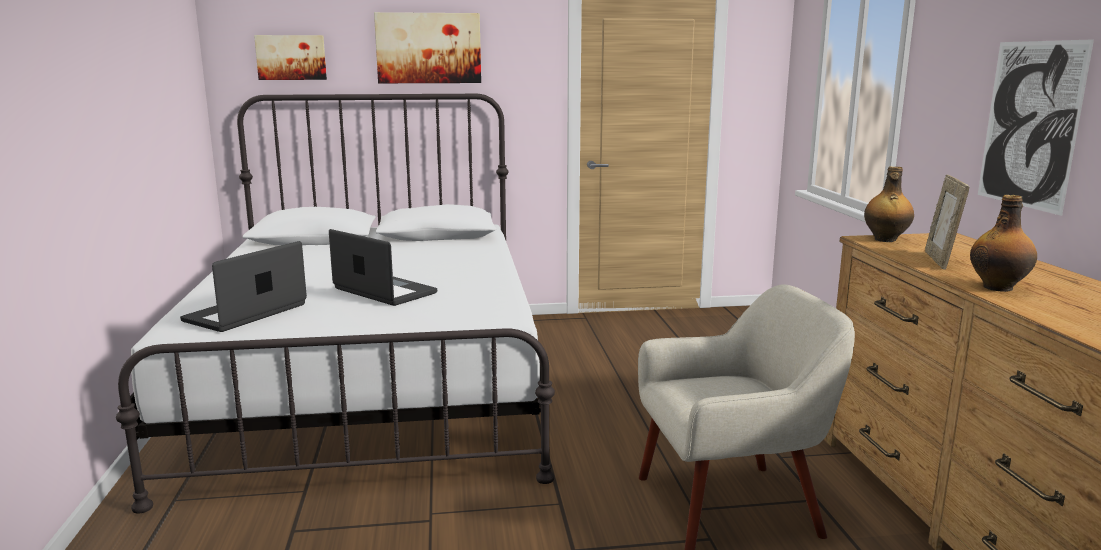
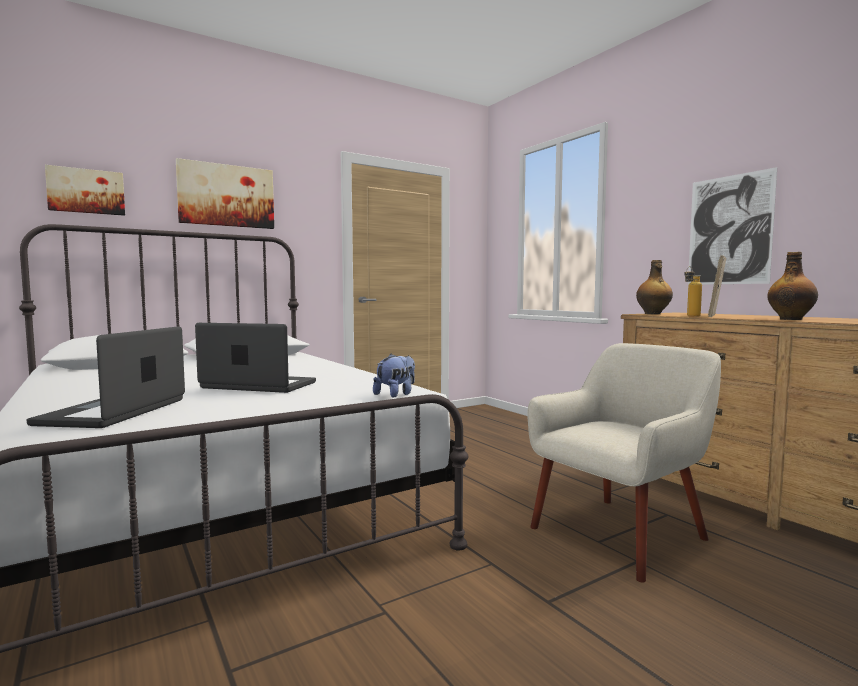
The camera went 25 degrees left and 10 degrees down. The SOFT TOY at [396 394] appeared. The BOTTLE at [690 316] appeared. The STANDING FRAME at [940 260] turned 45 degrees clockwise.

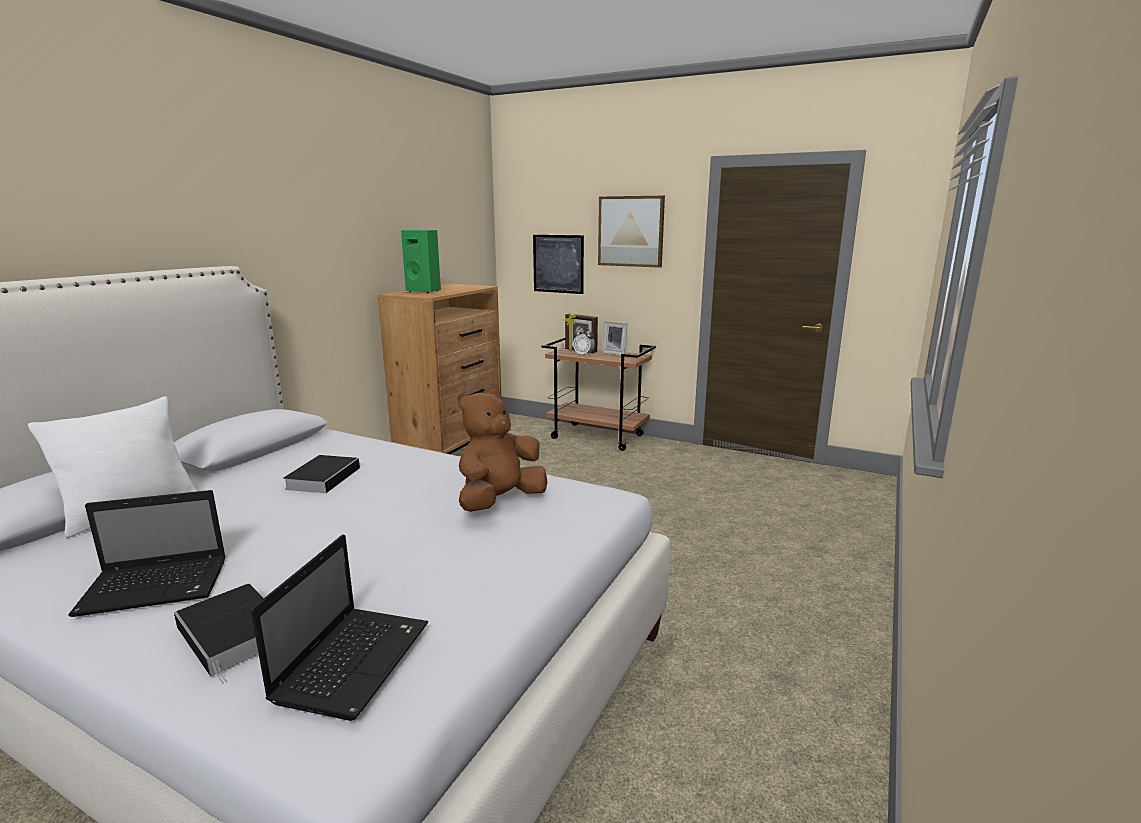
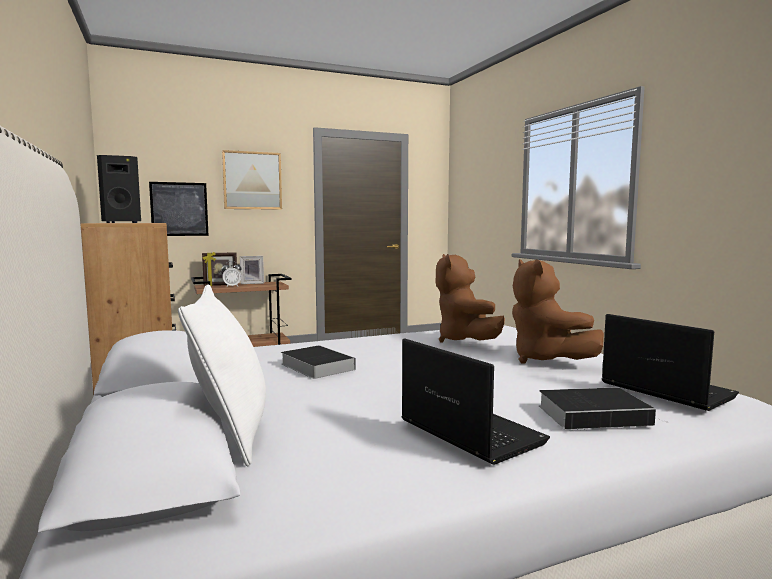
The camera went 50 degrees left and 10 degrees down. The BROWNISH SOFT TOY at [545 360] appeared. The GREEN SPEAKER at [424 291] became the BLACK SPEAKER at [122 222]. The PORTABLE COMPUTER at [158 586] turned 60 degrees counterclockwise.

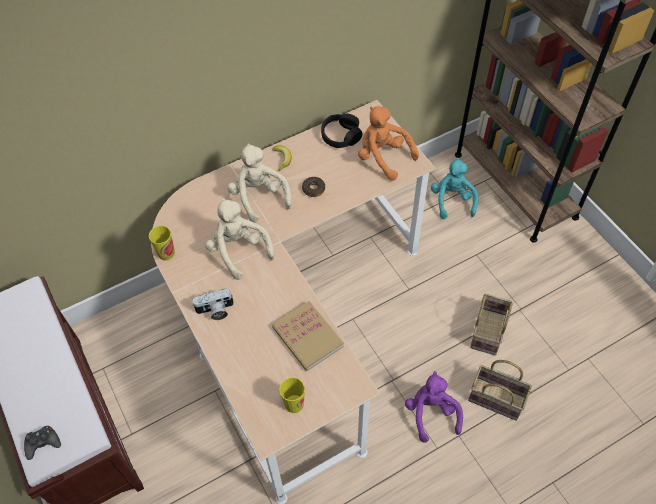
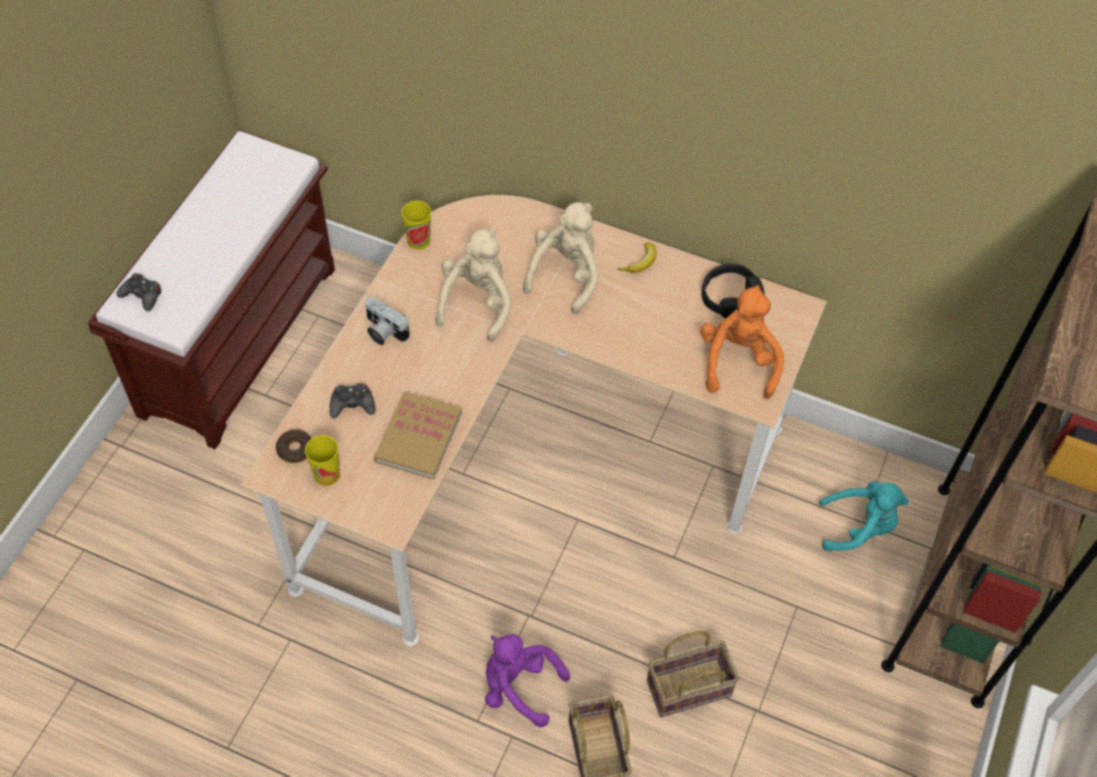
The camera went 50 degrees right and 0 degrees up. The BLACK GAMEPAD at [352 404] appeared. The DOUGHNUT moved from [313 189] to [295 449]. The PURPLE-COLOURED SOFT TOY at [431 413] turned 105 degrees counterclockwise. The TURQUOISE SOFT TOY at [452 200] turned 45 degrees clockwise.

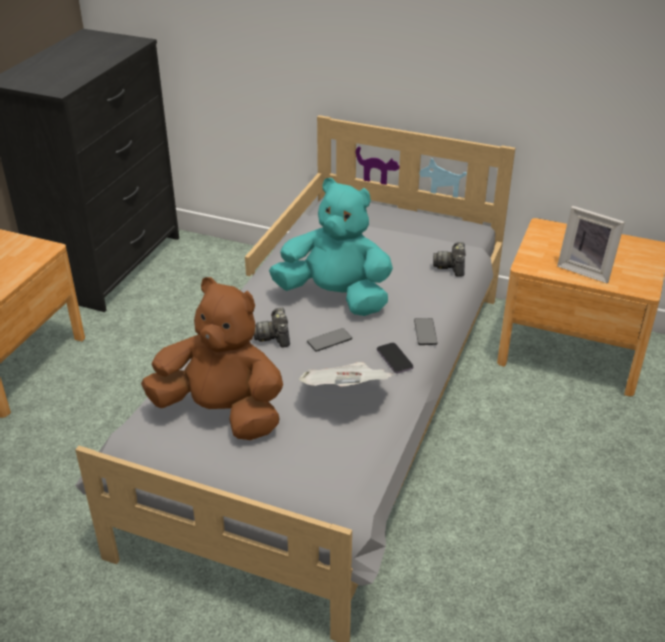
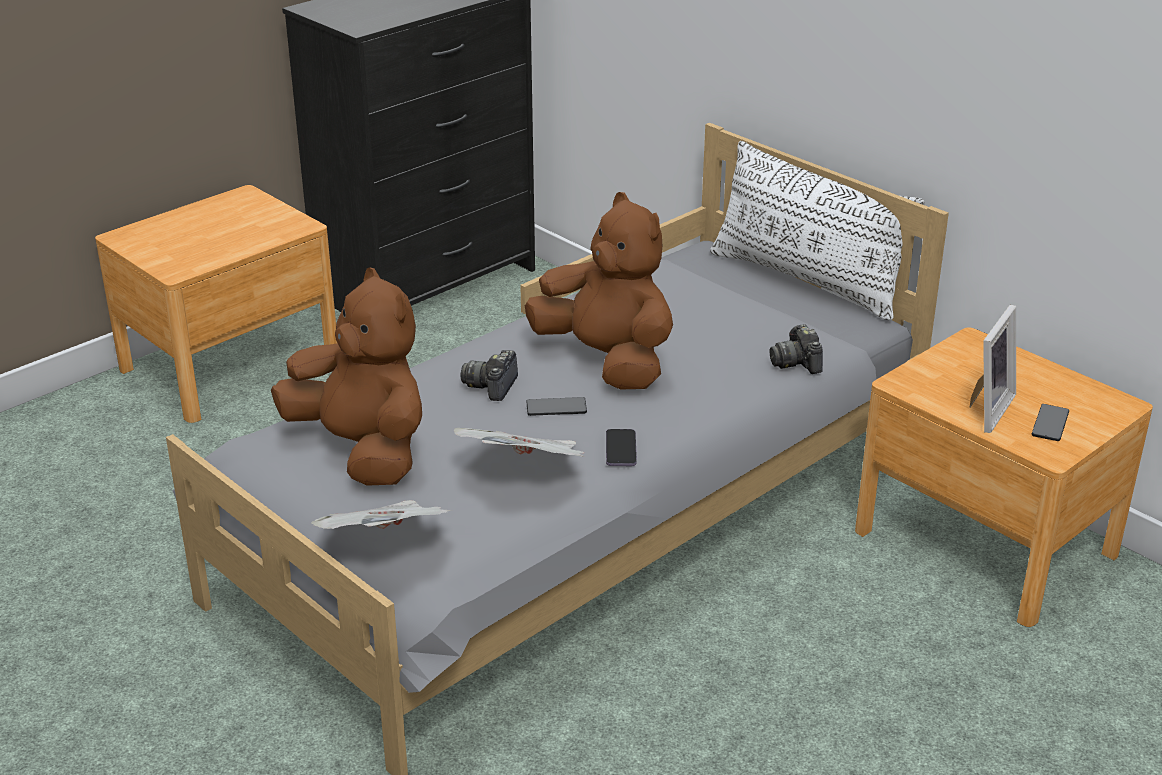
The camera went 25 degrees right and 5 degrees down. The DAILY PAPER at [386 544] appeared. The WHITE-COLOURED CUSHION at [806 281] appeared. The HANDSET moved from [425 332] to [1050 424]. The TURQUOISE SOFT TOY at [335 297] became the BROWNISH SOFT TOY at [607 361]. The STILL CAMERA at [451 267] turned 45 degrees counterclockwise. The STANDING FRAME at [586 270] turned 120 degrees counterclockwise.

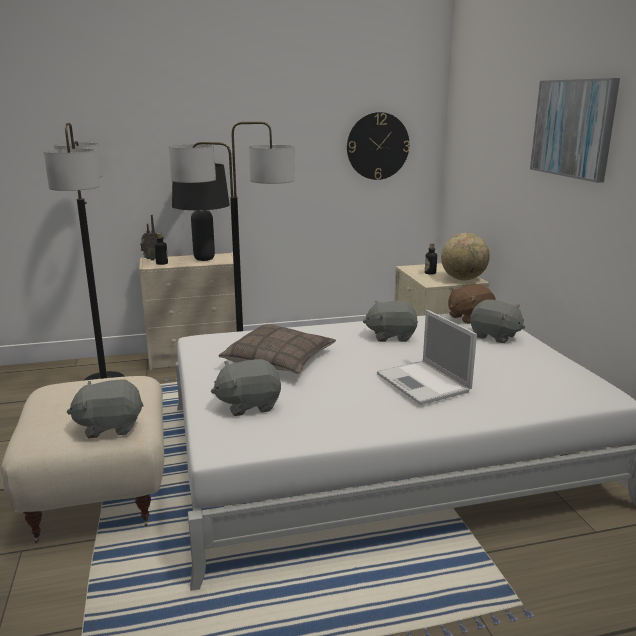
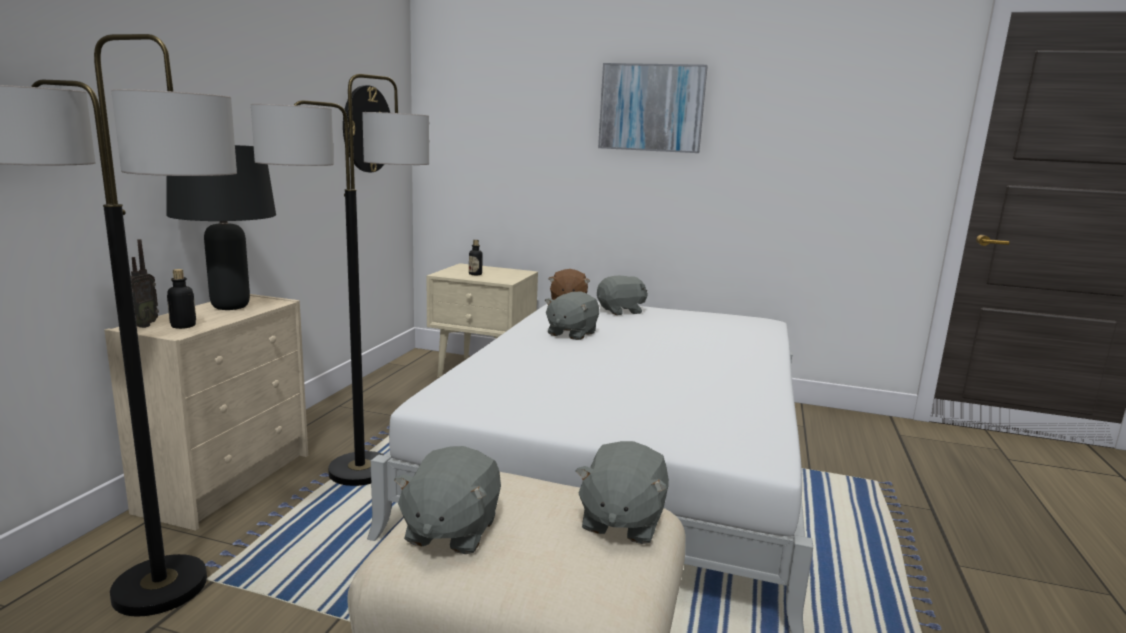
The camera went 60 degrees left and 5 degrees down. The CUSHION at [279 360] disappeared. The PORTABLE COMPUTER at [424 383] disappeared. The WORLD GLOBE at [463 279] disappeared. The GREYISH SOFT TOY moved from [248 405] to [450 530].

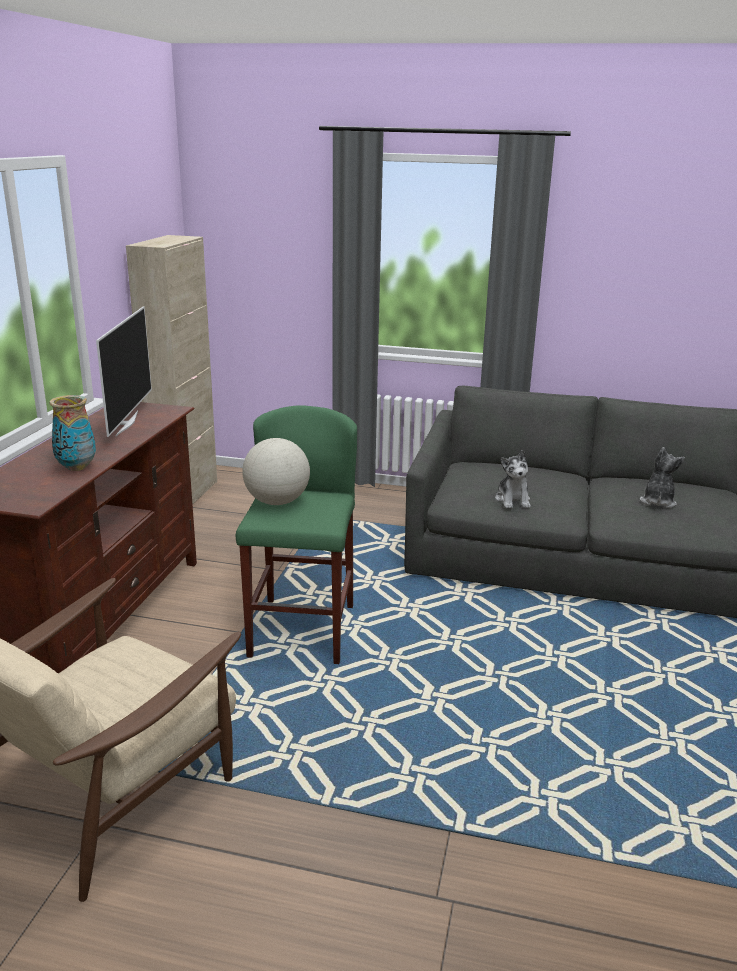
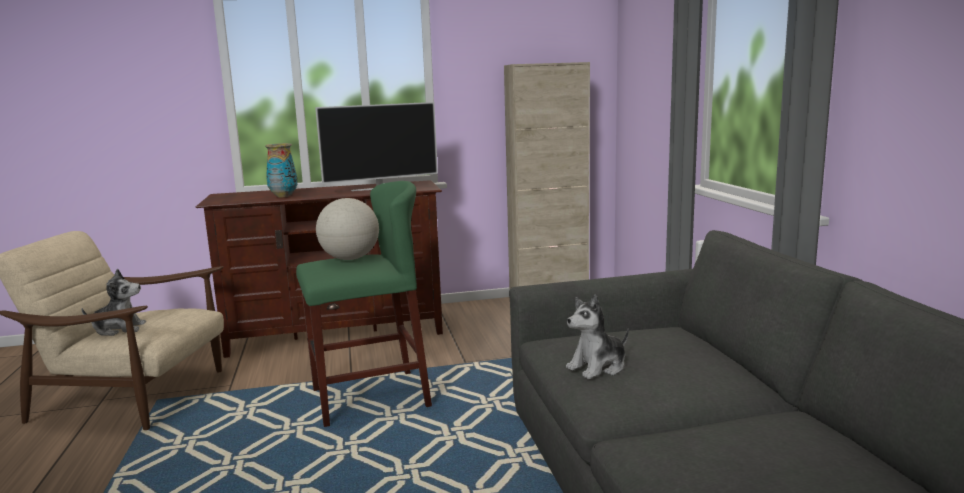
The camera went 65 degrees right and 10 degrees down. The SOFT TOY moved from [657 501] to [119 329].

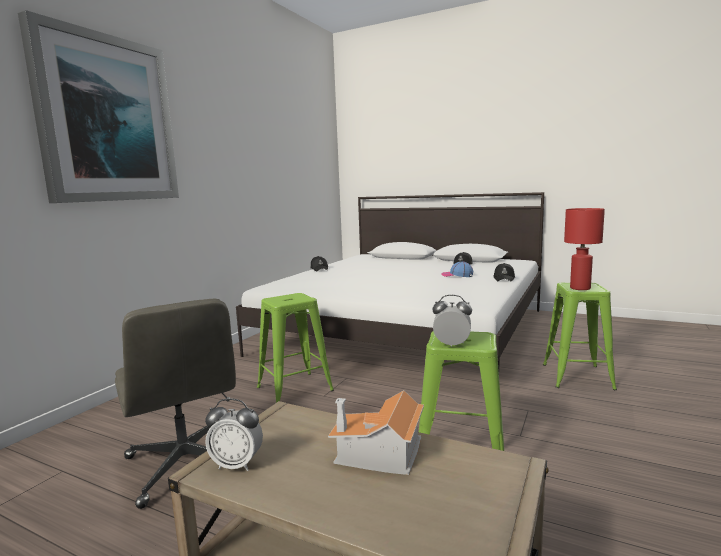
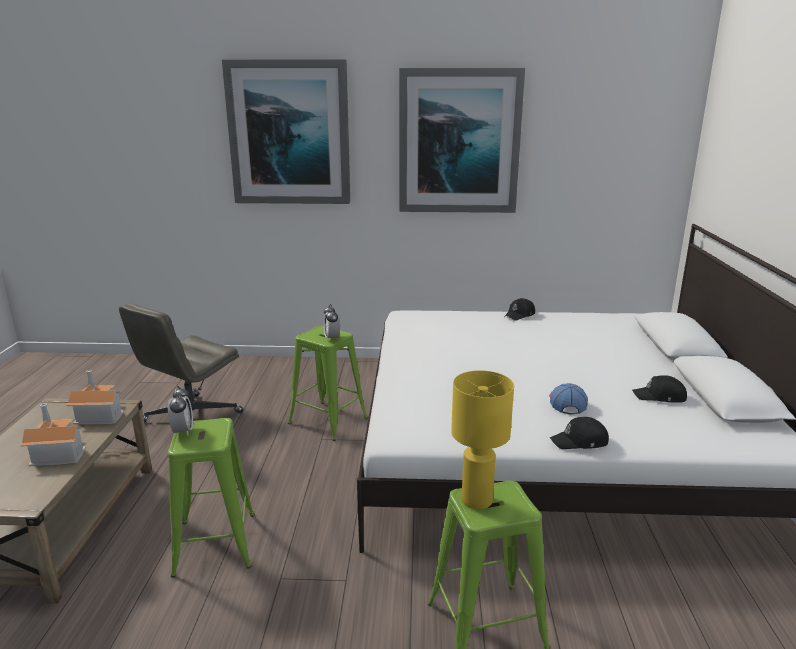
The camera went 65 degrees right and 10 degrees up. The MINIATURE HOUSE at [98 413] appeared. The WALL PICTURE at [459 142] appeared. The BEDSIDE CLOCK moved from [237 465] to [332 338]. The RED-COLOURED TABLE LAMP at [580 288] became the YELLOW TABLE LAMP at [476 500].

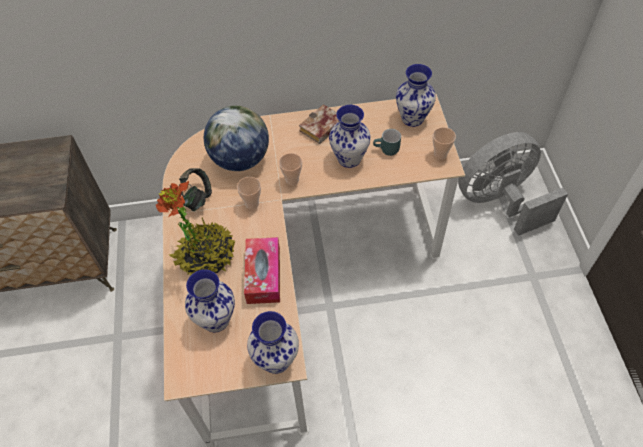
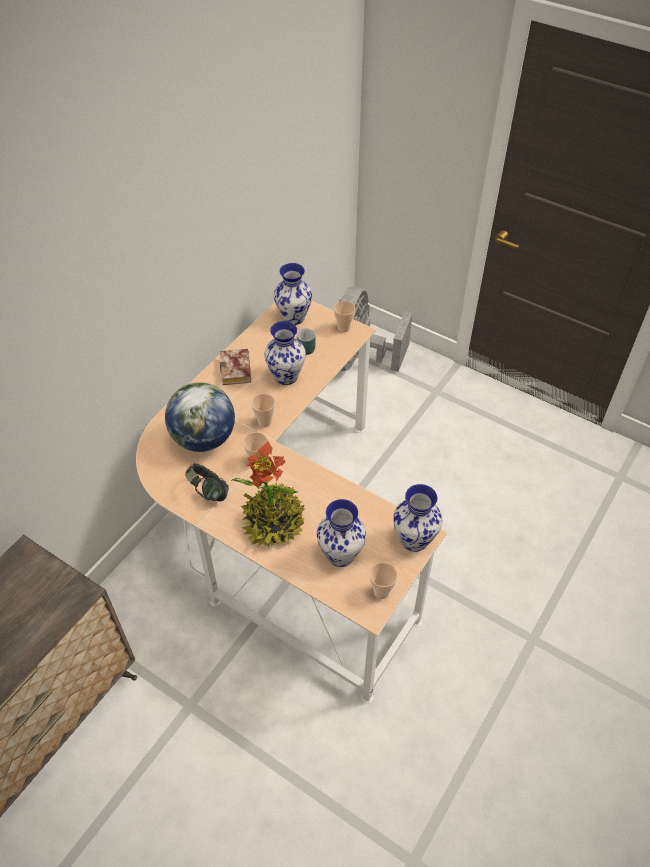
The camera went 50 degrees left and 5 degrees down. The TISSUE BOX at [263 275] disappeared. The SMALL CUP at [381 592] appeared.

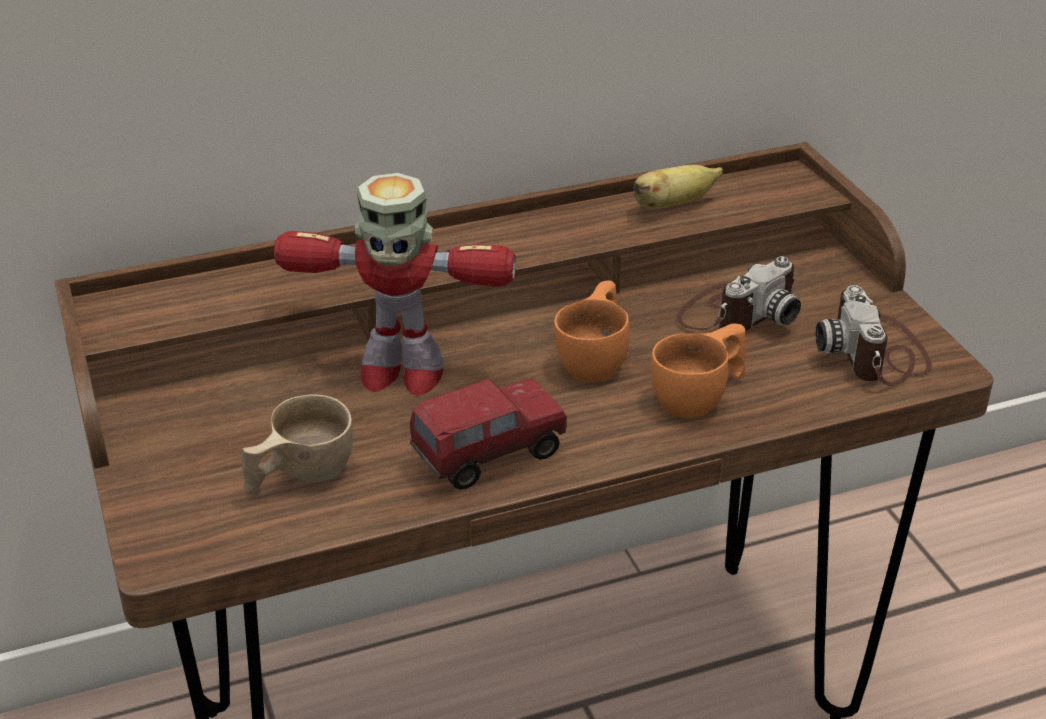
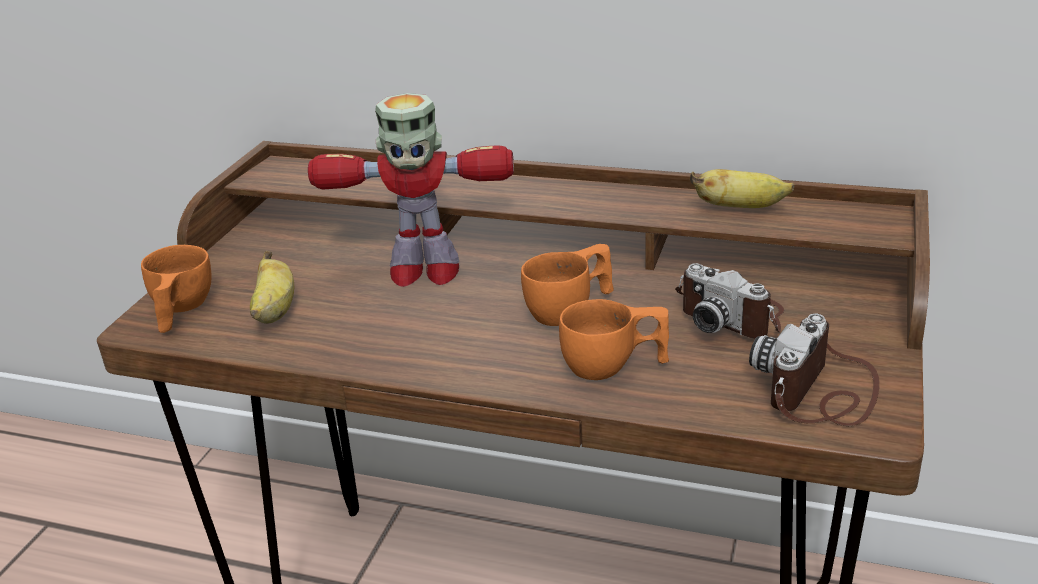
The camera went 40 degrees right and 5 degrees down. The MODEL TRUCK at [489 458] disappeared. The ORANGEY SMALL CUP at [180 311] appeared. The BEIGE-COLOURED SMALL CUP at [299 476] was replaced by the BANANA at [275 311]. The MODEL ROBOT at [399 372] turned 45 degrees counterclockwise. The STILL CAMERA at [736 312] turned 45 degrees clockwise.

